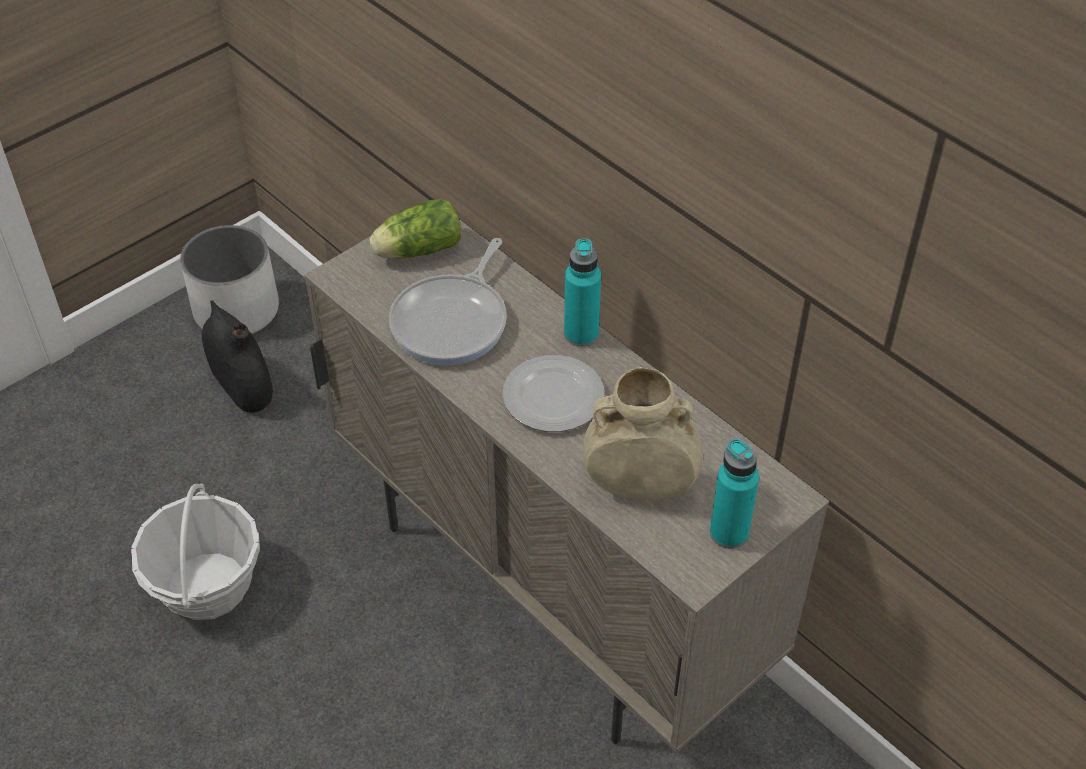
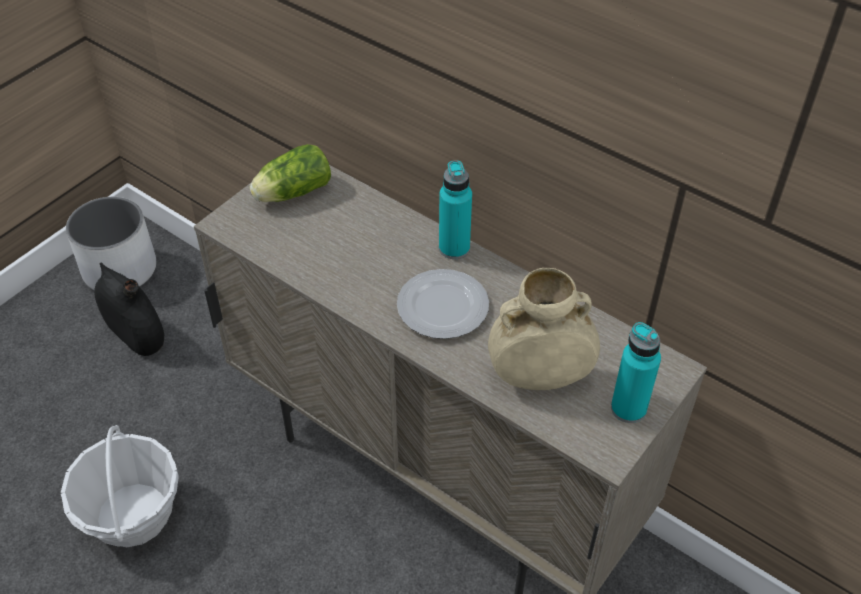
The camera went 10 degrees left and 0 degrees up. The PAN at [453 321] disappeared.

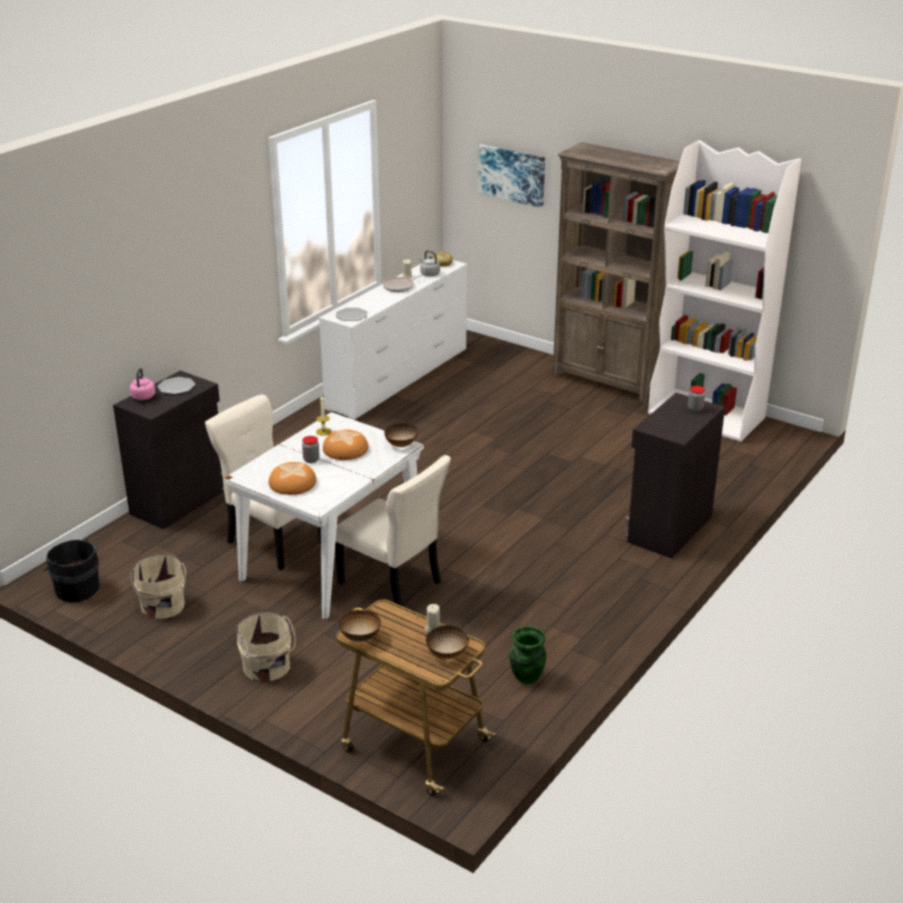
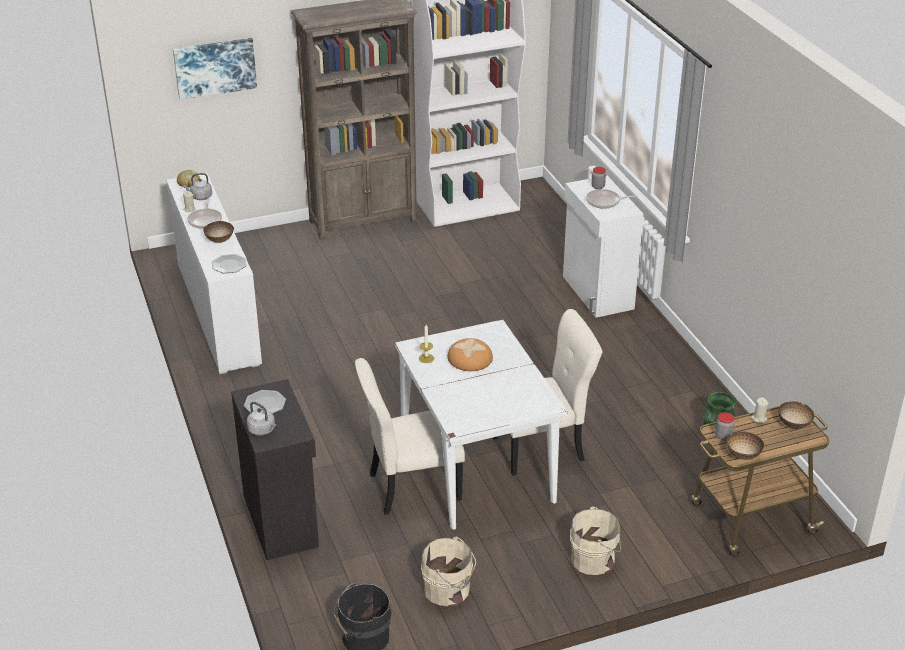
The camera went 55 degrees left and 5 degrees up. The BREAD at [292 483] disappeared. The PAN at [605 202] appeared. The STORAGE JAR moved from [311 460] to [723 436]. The DEEP DISH moved from [400 445] to [219 240]. The PINK TEA KETTLE at [143 397] became the GREYISH TEA KETTLE at [262 430]. The BLACK STORAGE CABINET at [668 529] became the WHITE-COLOURED STORAGE CABINET at [597 293].

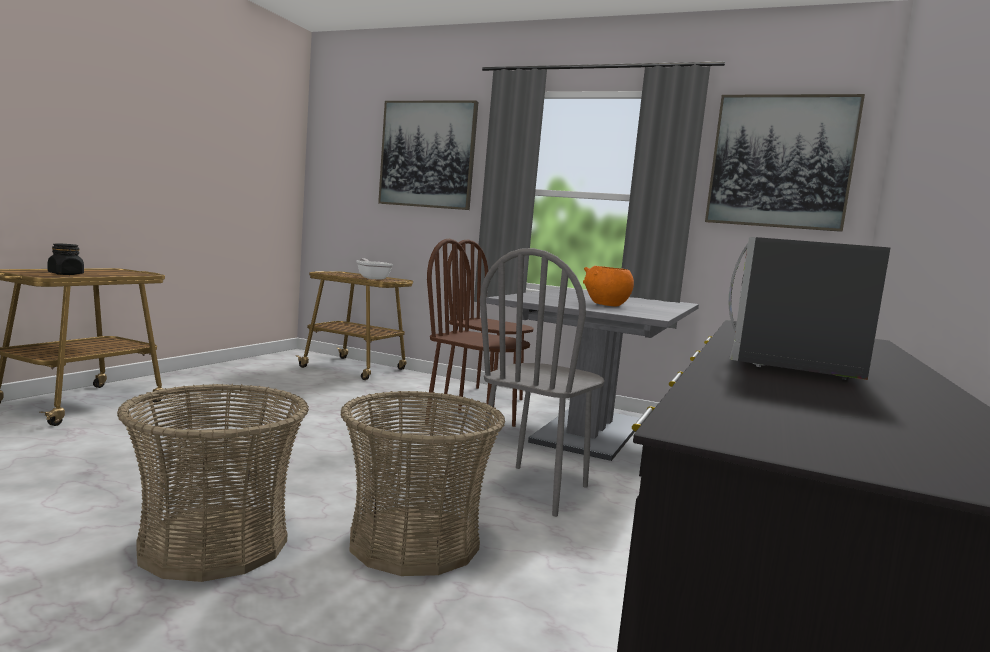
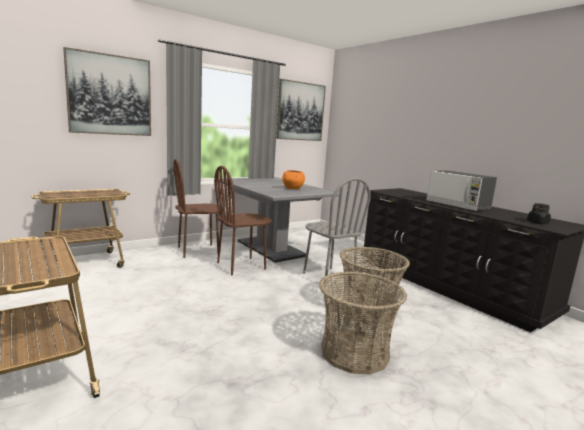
The camera went 60 degrees left and 5 degrees up. The PAN at [372 278] disappeared. The BLACK STORAGE JAR moved from [66 274] to [537 222].

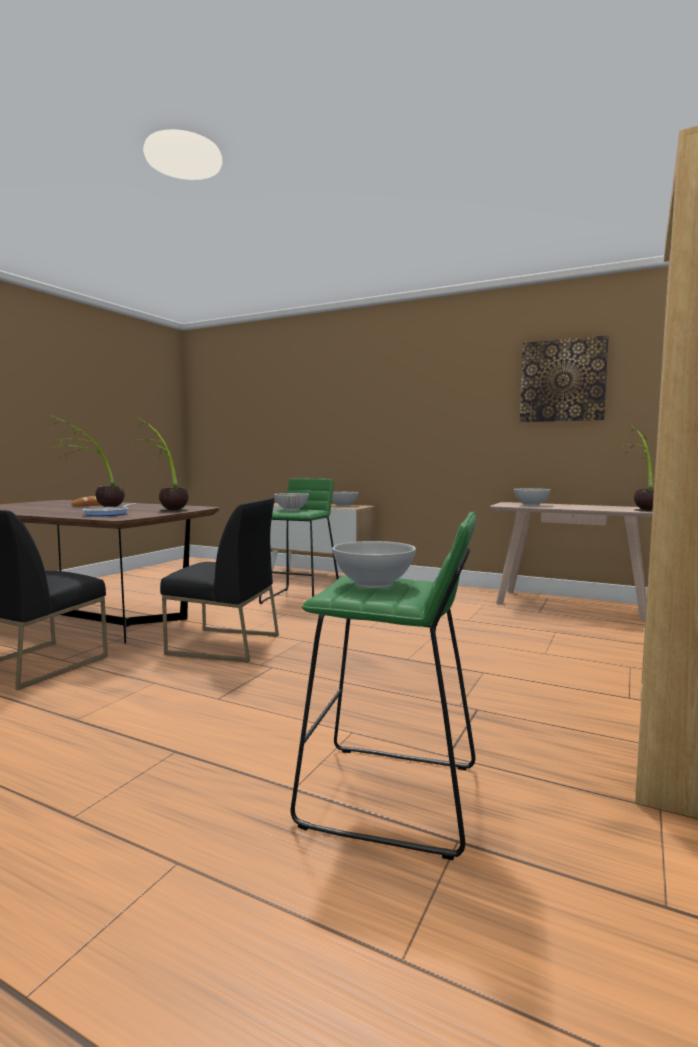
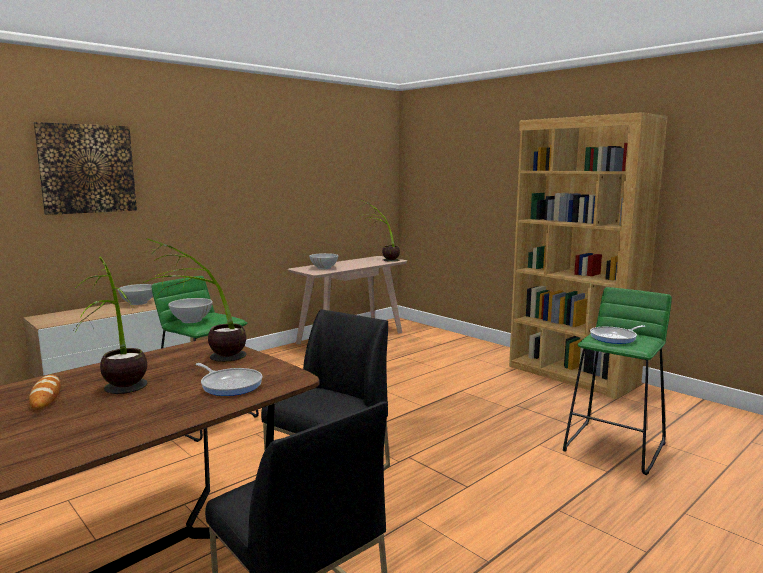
The camera went 70 degrees left and 5 degrees up. The WALL PICTURE moved from [562 380] to [87 169]. The WHITE-COLOURED DEEP DISH at [373 584] was replaced by the PAN at [615 338].

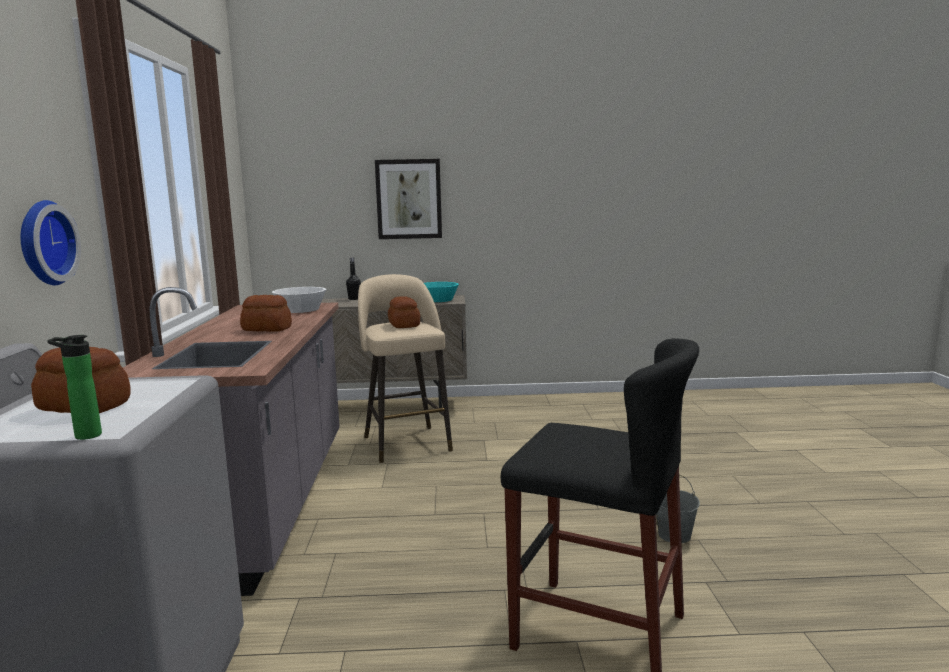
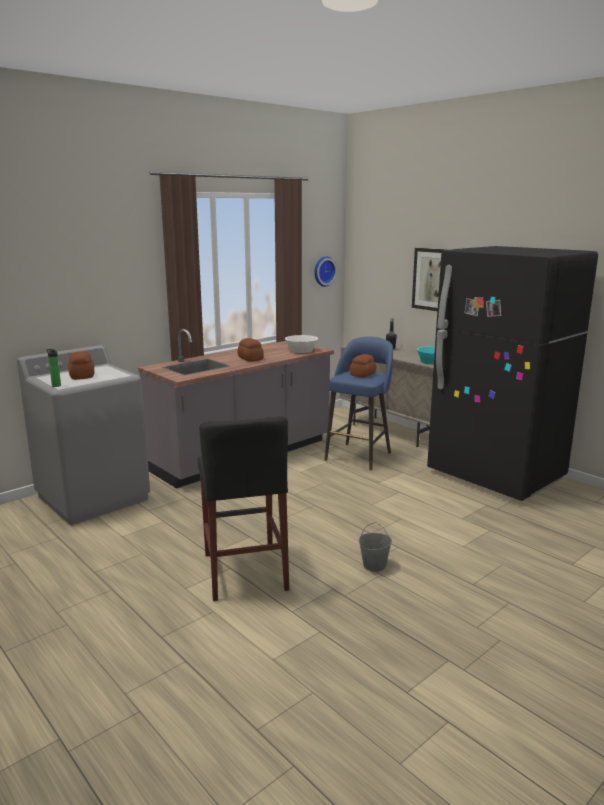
The camera went 50 degrees right and 5 degrees up. The BLACK FRIDGE at [495 476] appeared. The CLOCK ON THE WALL moved from [43 243] to [323 271]. The BEIGE-COLOURED STOOL SEAT at [406 443] became the BLUE-COLOURED STOOL SEAT at [359 456].

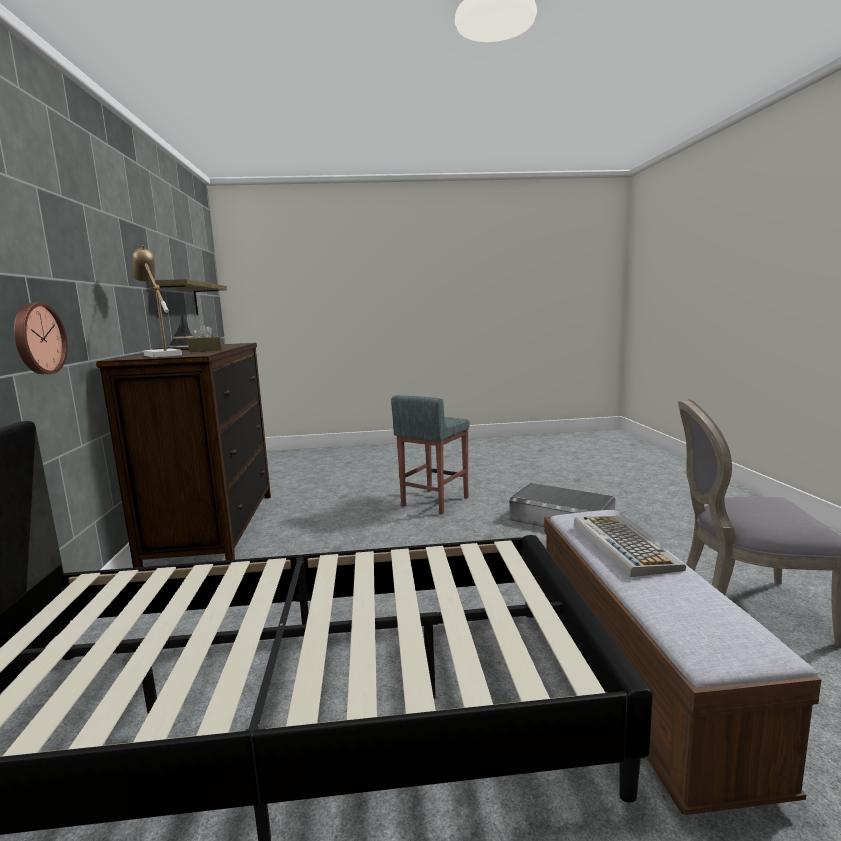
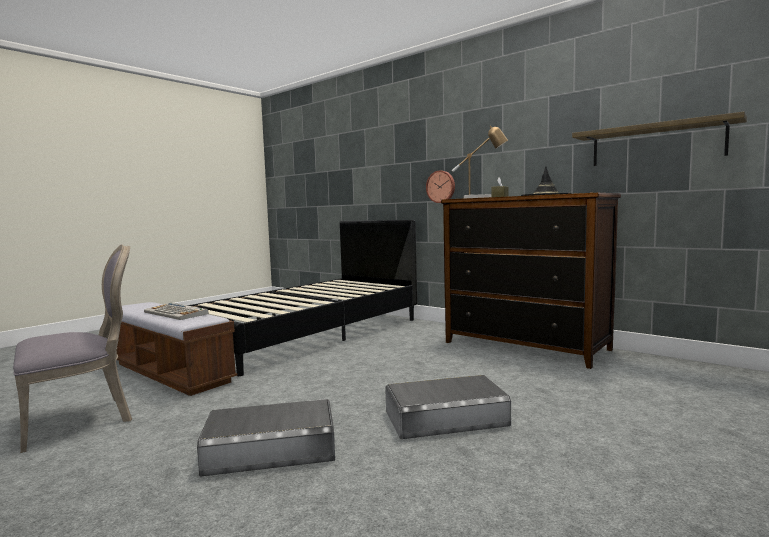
The camera went 135 degrees right and 5 degrees down. The GREYISH STOOL SEAT at [434 502] was replaced by the GREYISH STORAGE CONTAINER at [445 417].

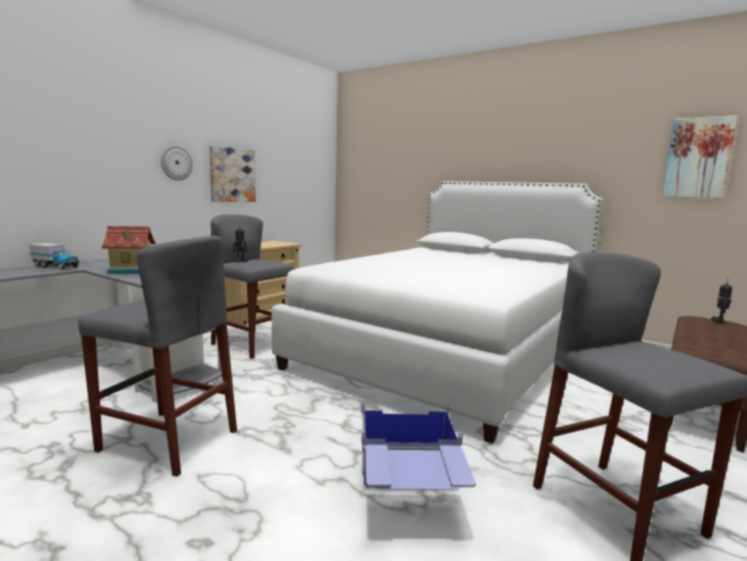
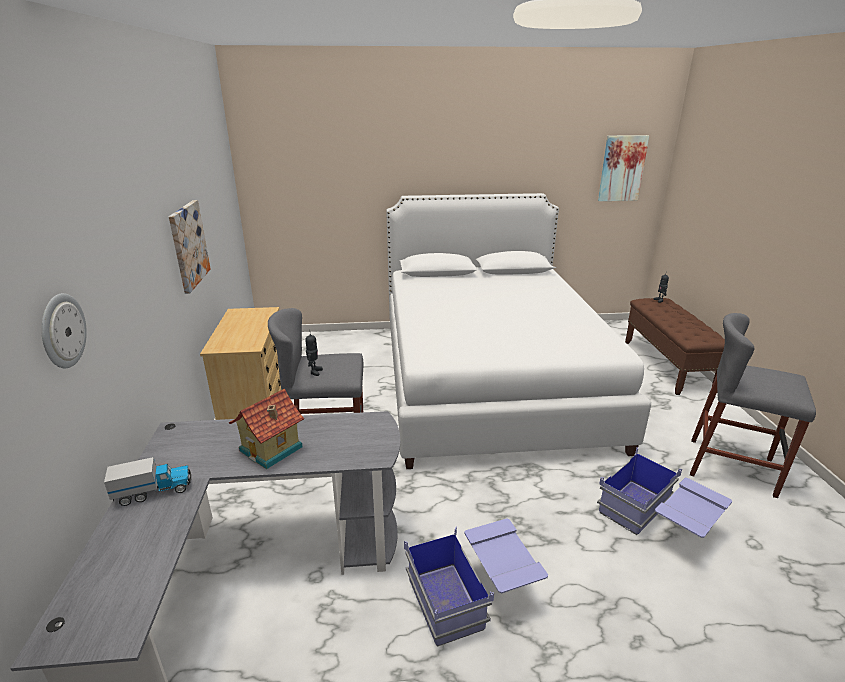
The camera went 40 degrees left and 15 degrees up. The CLOCK ON THE WALL moved from [176 162] to [62 331]. The GREYISH STOOL SEAT at [168 441] was replaced by the BLUE-COLOURED STORAGE CONTAINER at [473 595].

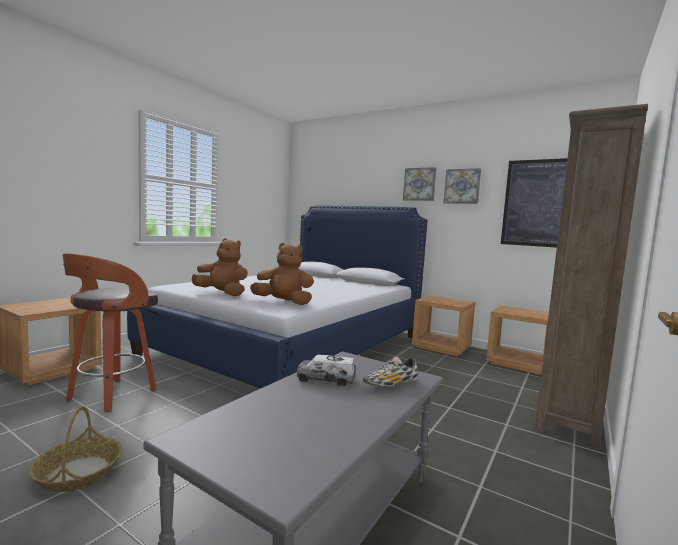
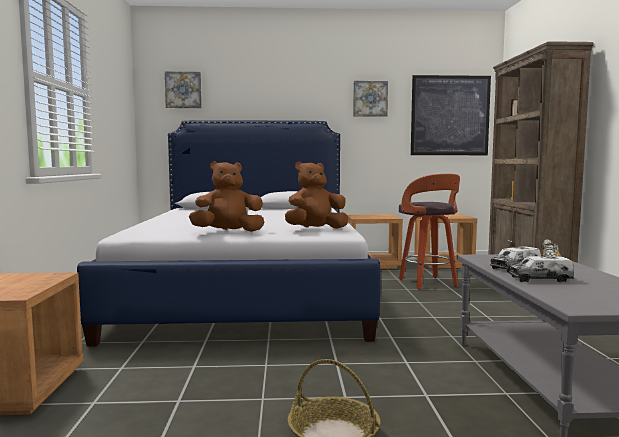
The camera went 35 degrees left and 0 degrees up. The MODEL TRUCK at [540 279] appeared. The STOOL SEAT moved from [111 395] to [428 283]. The WALL PICTURE moved from [420 184] to [183 90].

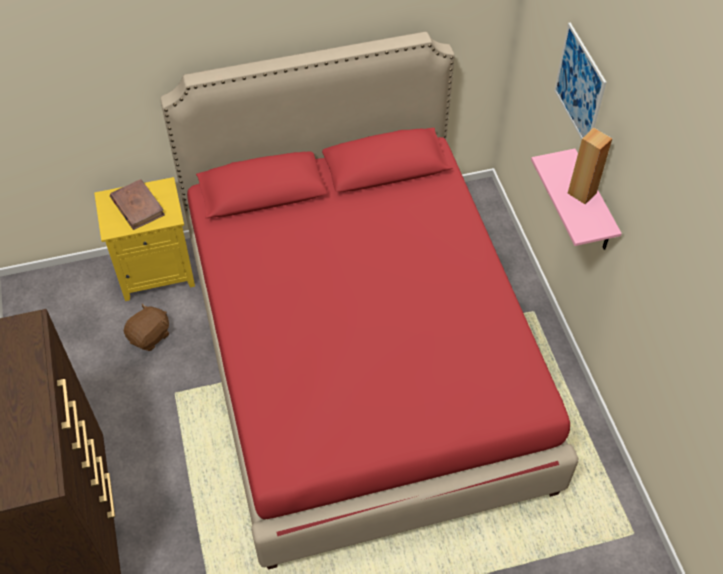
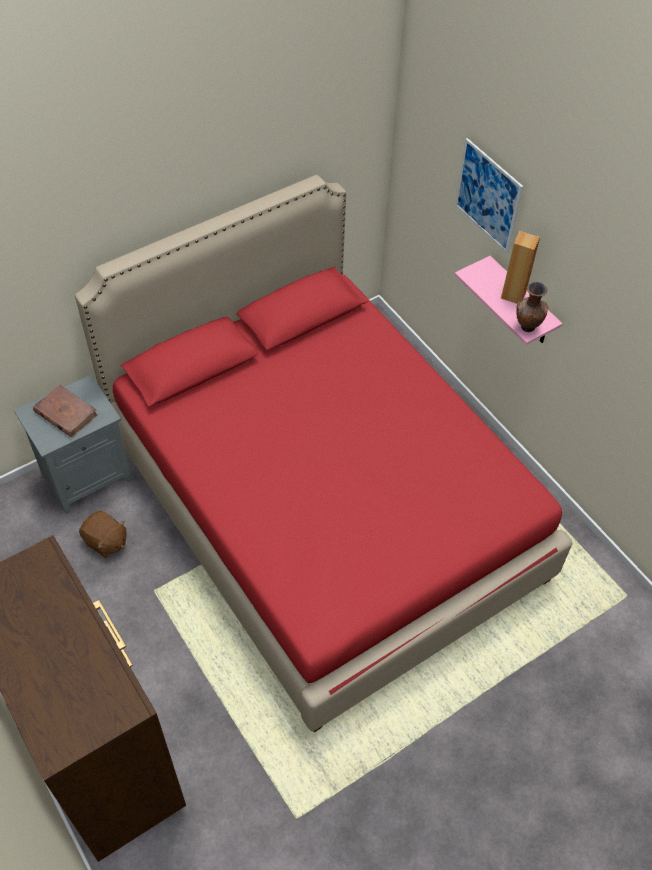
The camera went 20 degrees left and 0 degrees up. The BROWNISH DECORATIVE VASE at [526 328] appeared. The YELLOW BEDSIDE TABLE at [157 271] became the GREYISH BEDSIDE TABLE at [87 475]. The BROWNISH SOFT TOY at [150 336] turned 105 degrees clockwise.

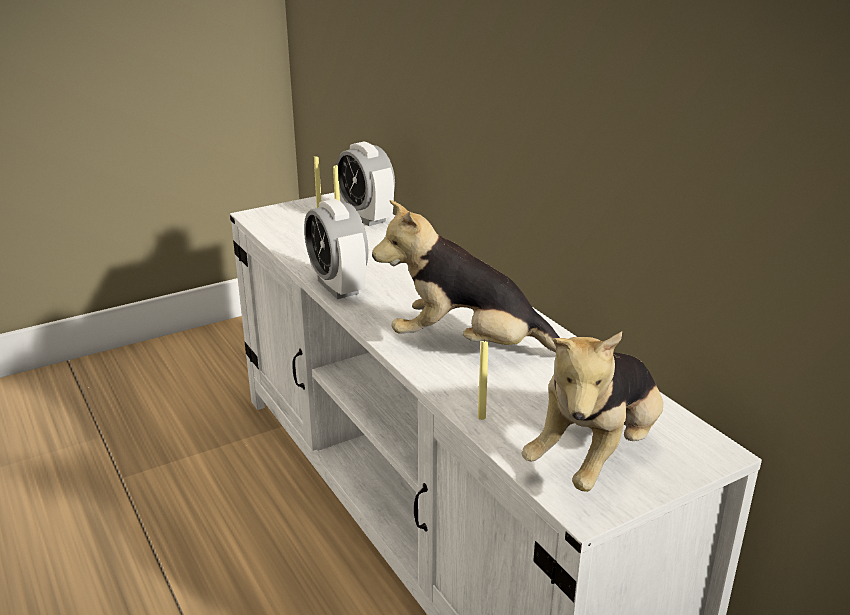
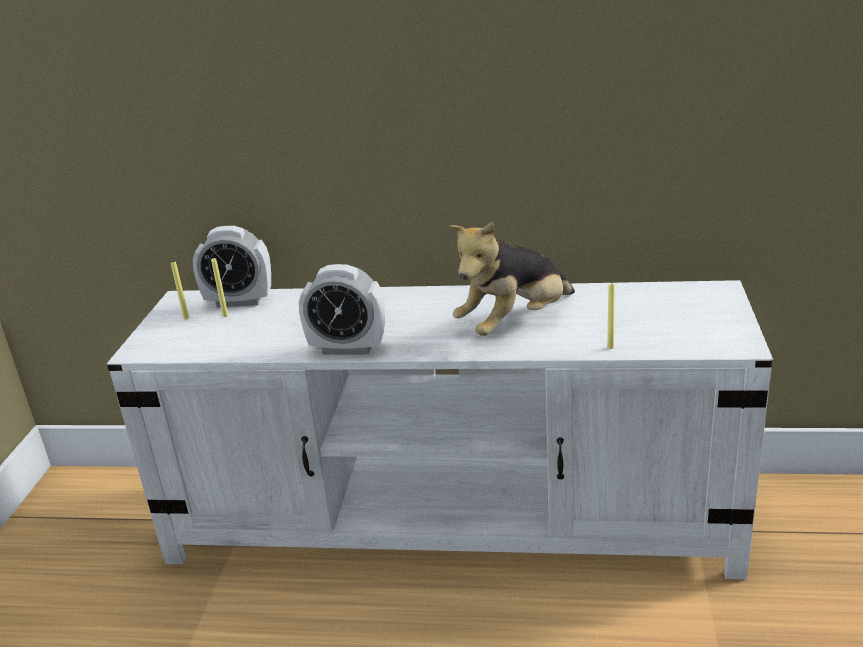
The camera went 50 degrees left and 0 degrees up. The SOFT TOY at [596 456] disappeared.

